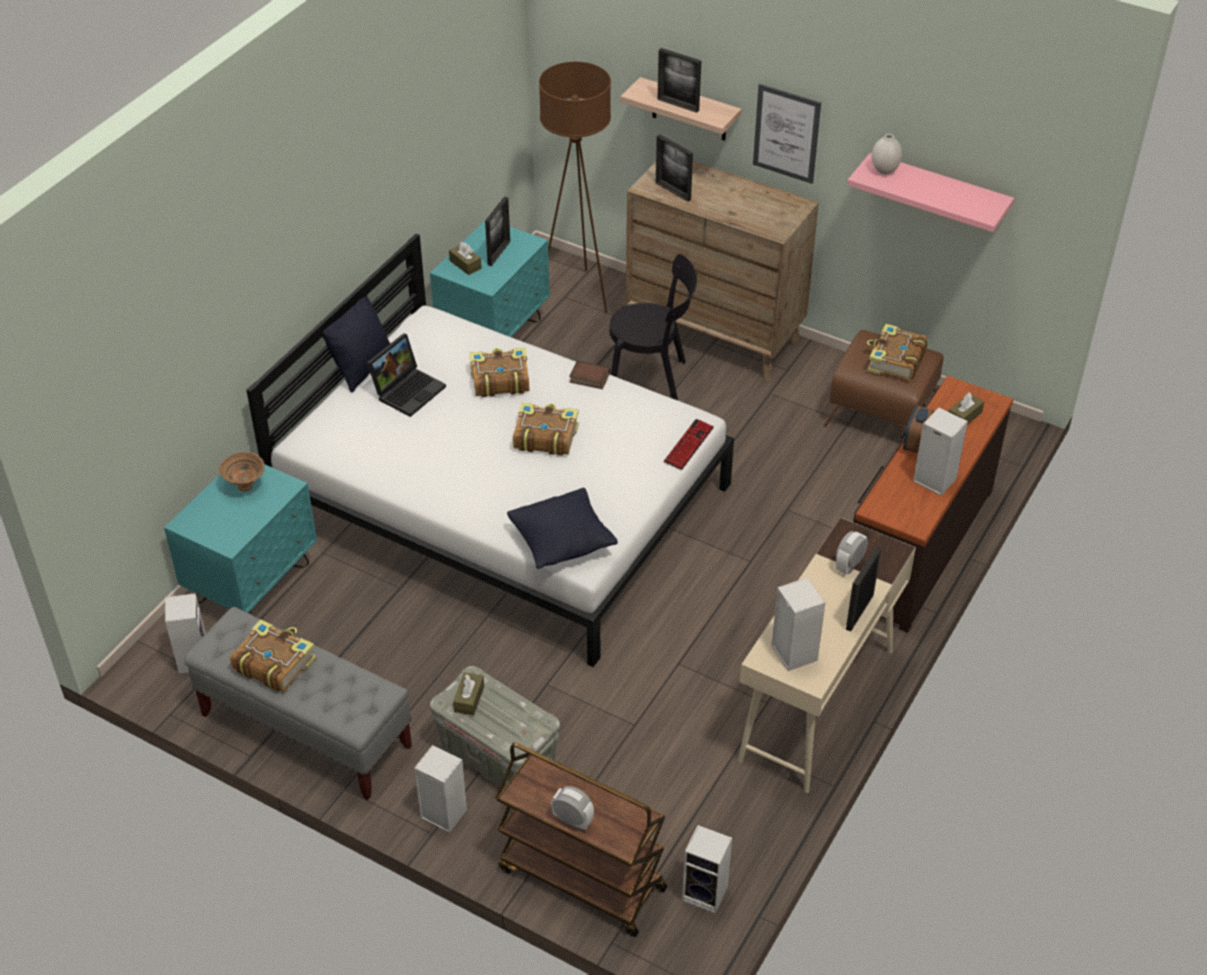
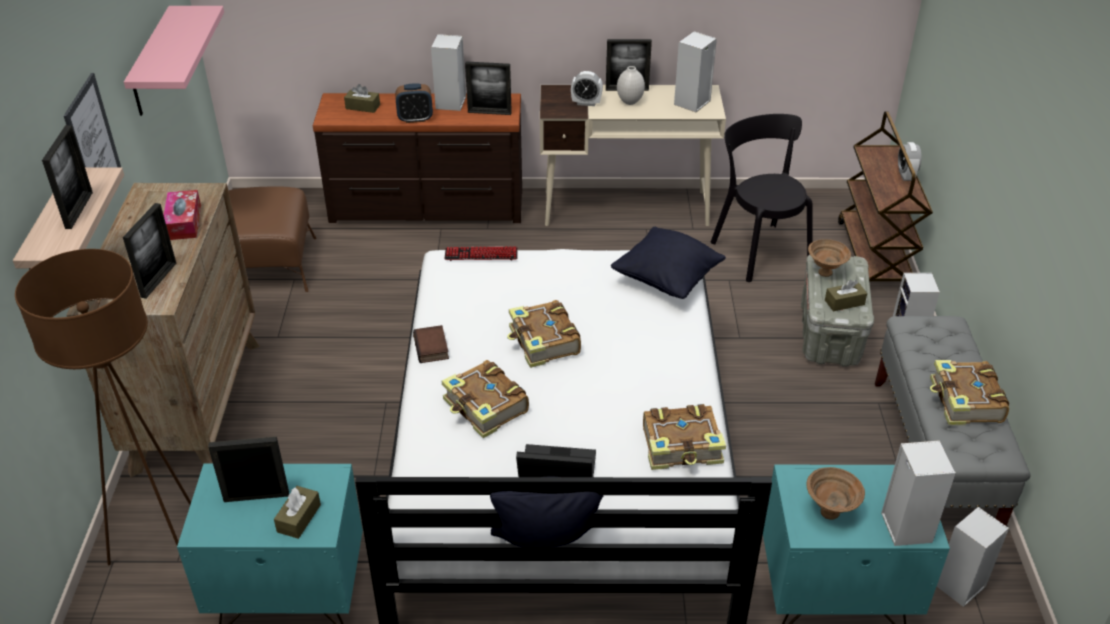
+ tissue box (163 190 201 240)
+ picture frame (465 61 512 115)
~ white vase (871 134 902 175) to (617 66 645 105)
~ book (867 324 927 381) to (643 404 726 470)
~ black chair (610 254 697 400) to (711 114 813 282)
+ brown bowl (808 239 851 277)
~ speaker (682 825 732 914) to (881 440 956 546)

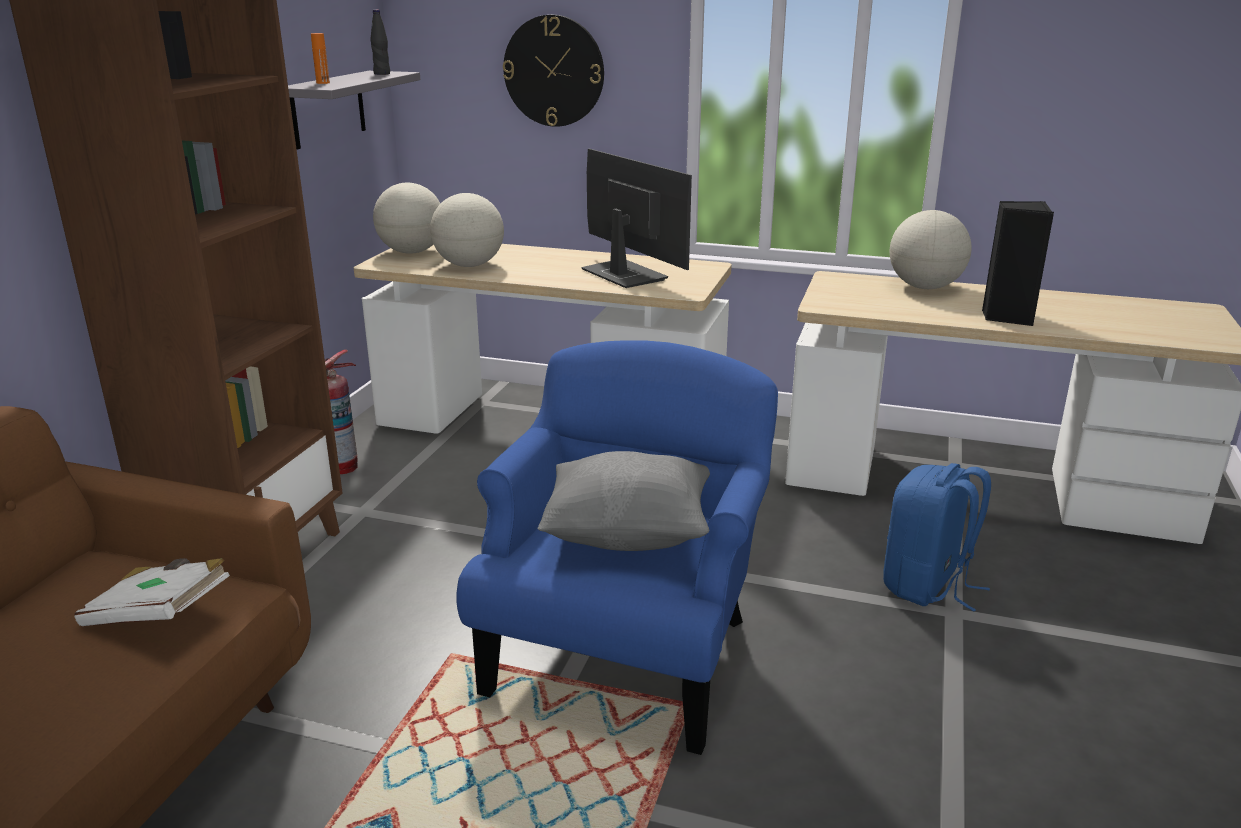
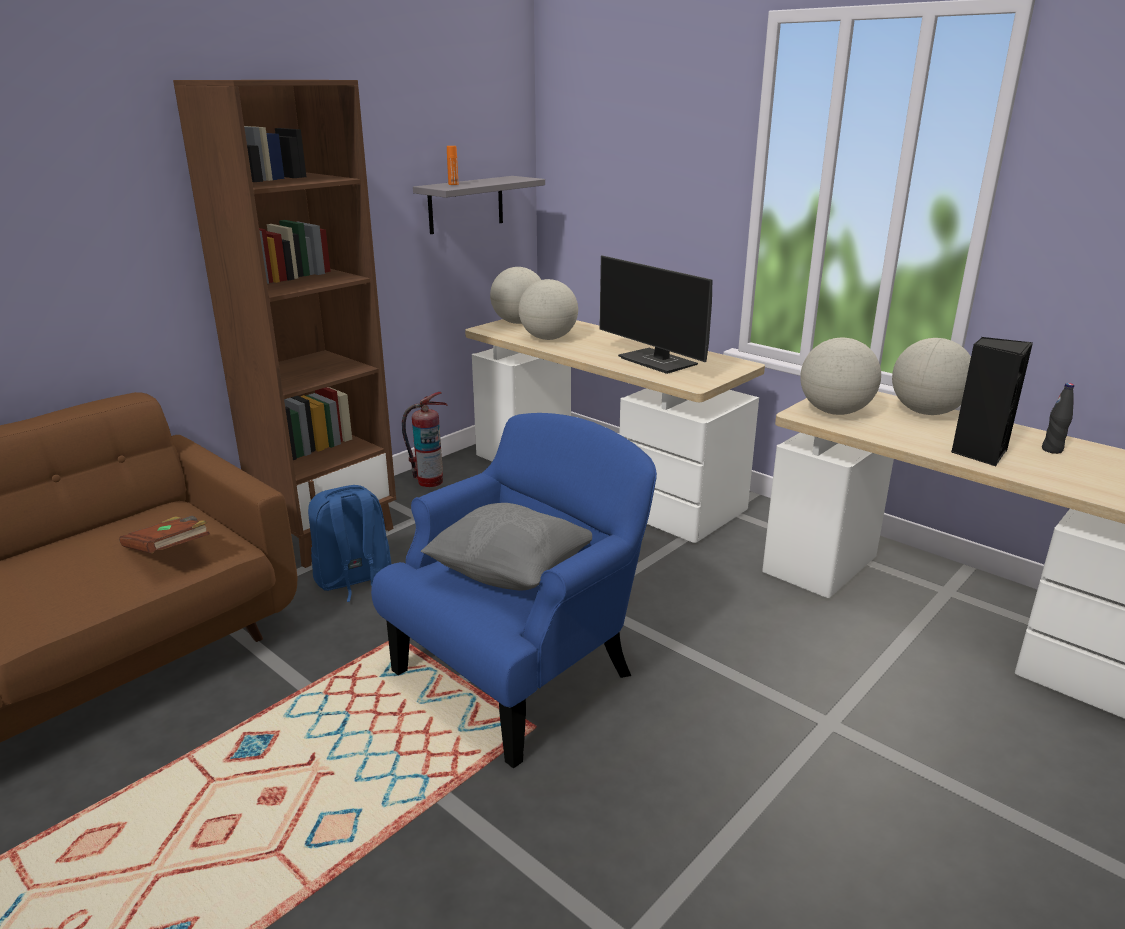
~ white book (74 558 230 626) to brown book (119 516 210 553)
~ blue backpack (883 463 991 612) to (308 485 391 602)
~ monitor (581 149 692 288) = (599 256 712 374) 150 degrees clockwise
+ globe (800 338 881 415)
~ black bottle (370 10 390 75) to (1042 383 1074 454)
- wall clock (503 15 604 127)

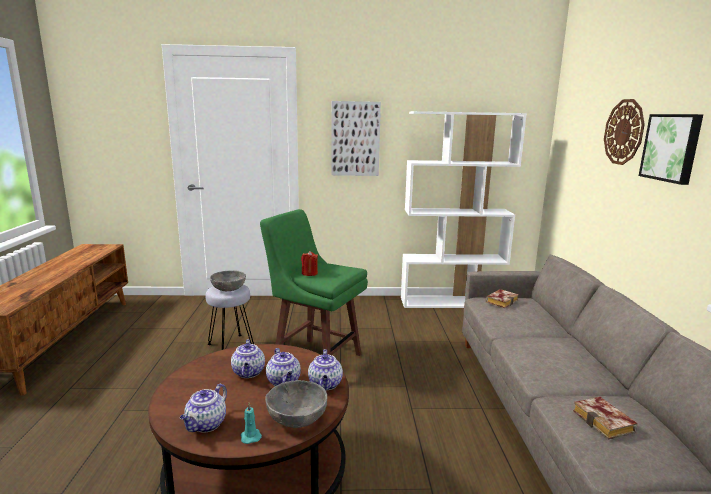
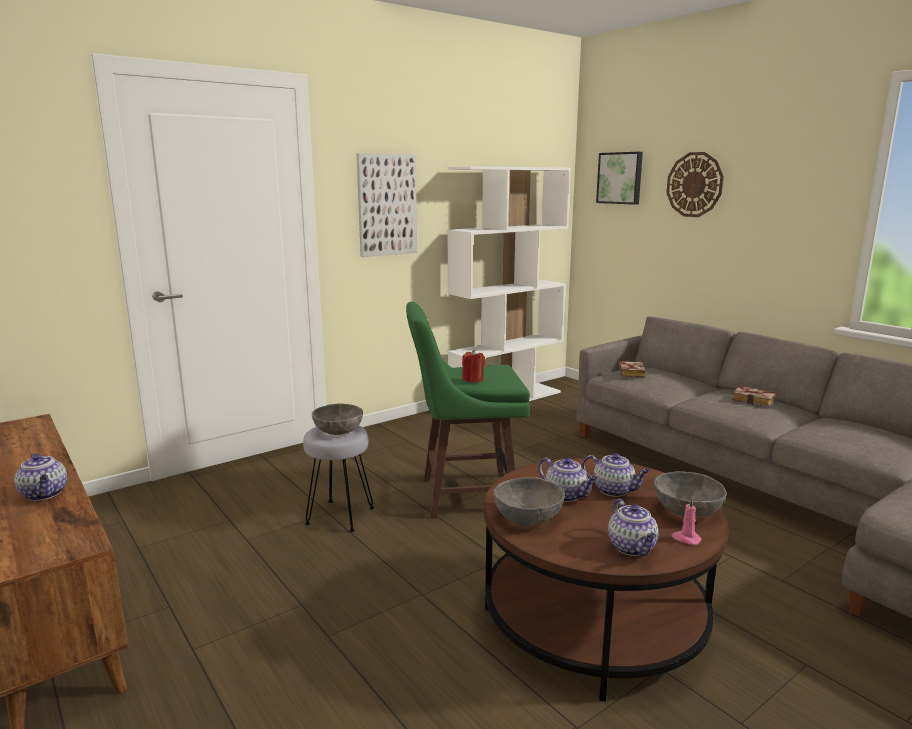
~ teapot (308 349 343 391) to (14 453 67 501)
+ grey bowl (493 477 565 525)
~ picture (639 114 703 185) to (596 152 643 205)
~ turquoise candle (241 403 262 444) to pink candle (672 498 701 545)
~ book (573 397 638 440) to (732 386 776 407)

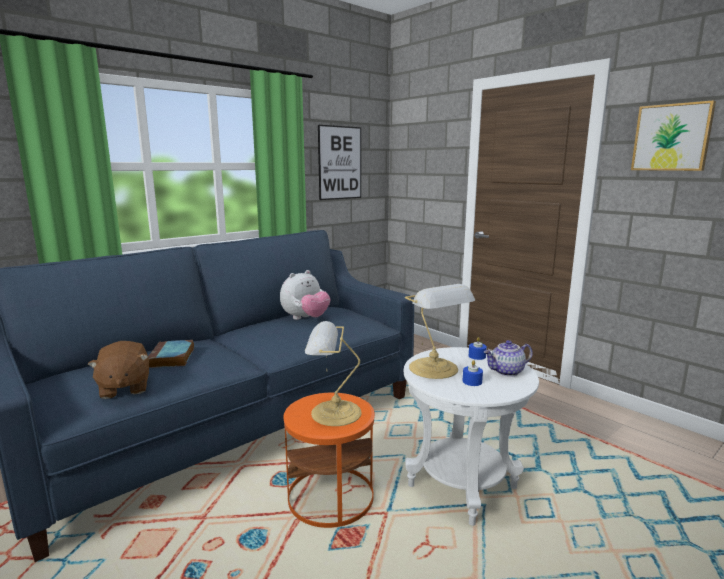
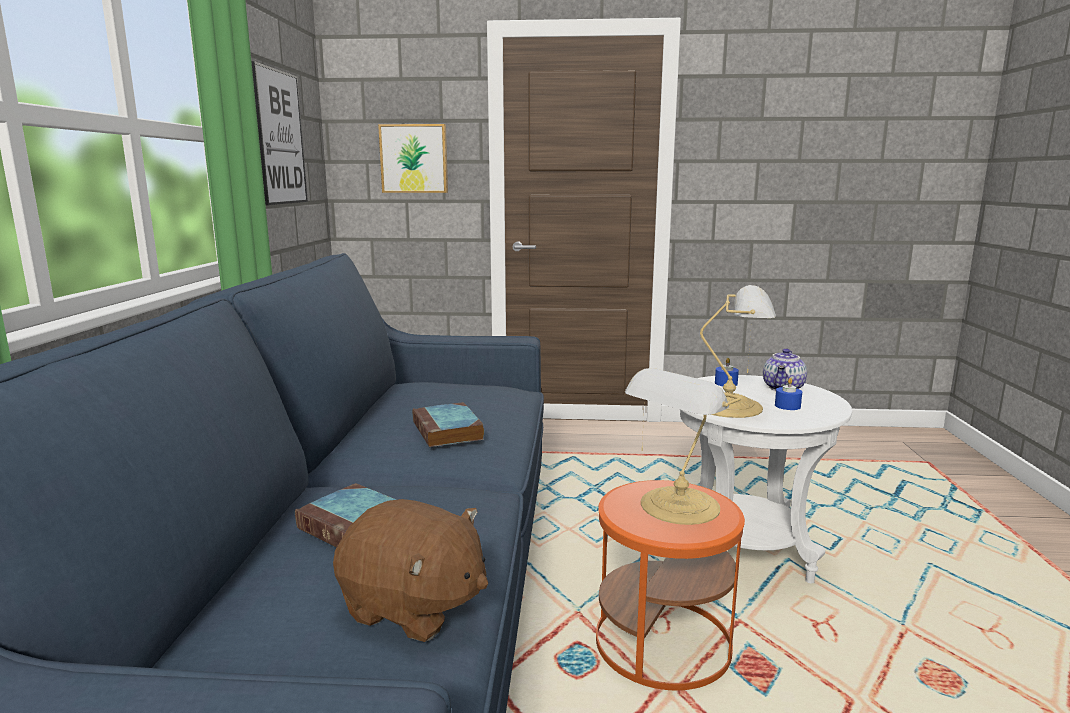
~ picture (631 100 716 171) to (378 124 448 193)
+ book (412 402 484 447)
- plush toy (280 270 330 320)

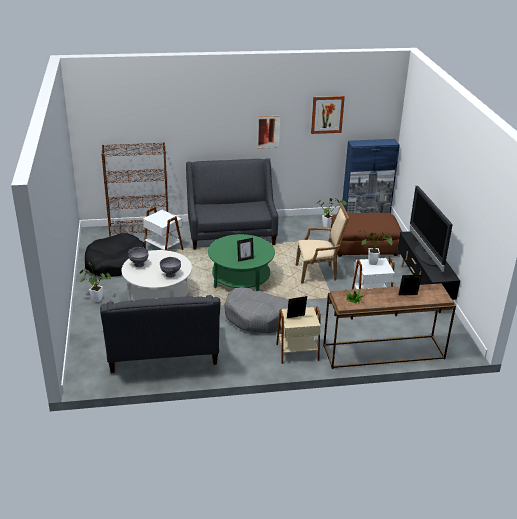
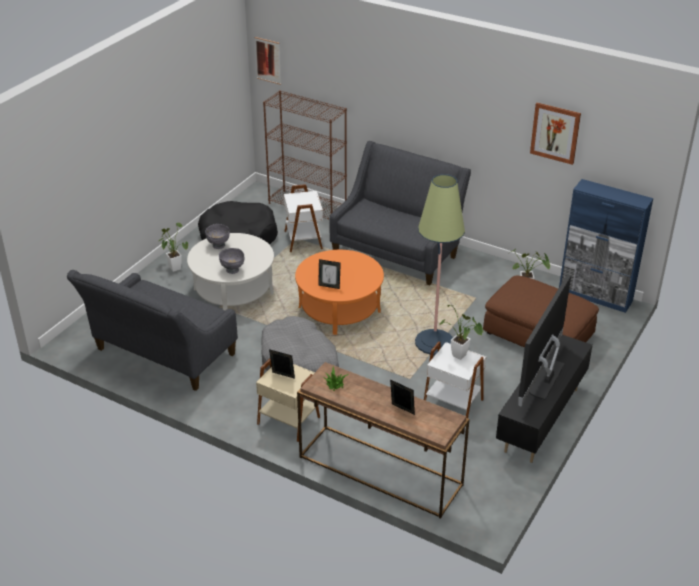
~ picture (257 116 280 149) to (255 37 281 85)
~ green coffee table (208 234 275 291) to orange coffee table (295 250 384 335)
~ beige armchair (296 204 349 284) to floor lamp (415 174 465 356)

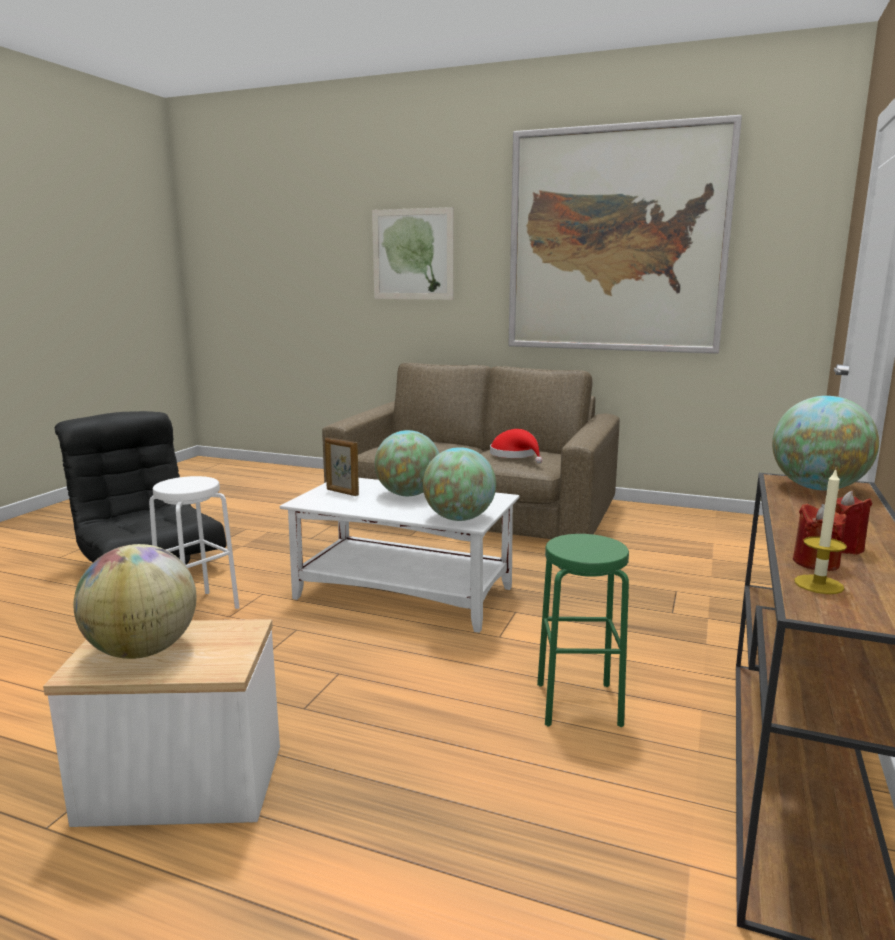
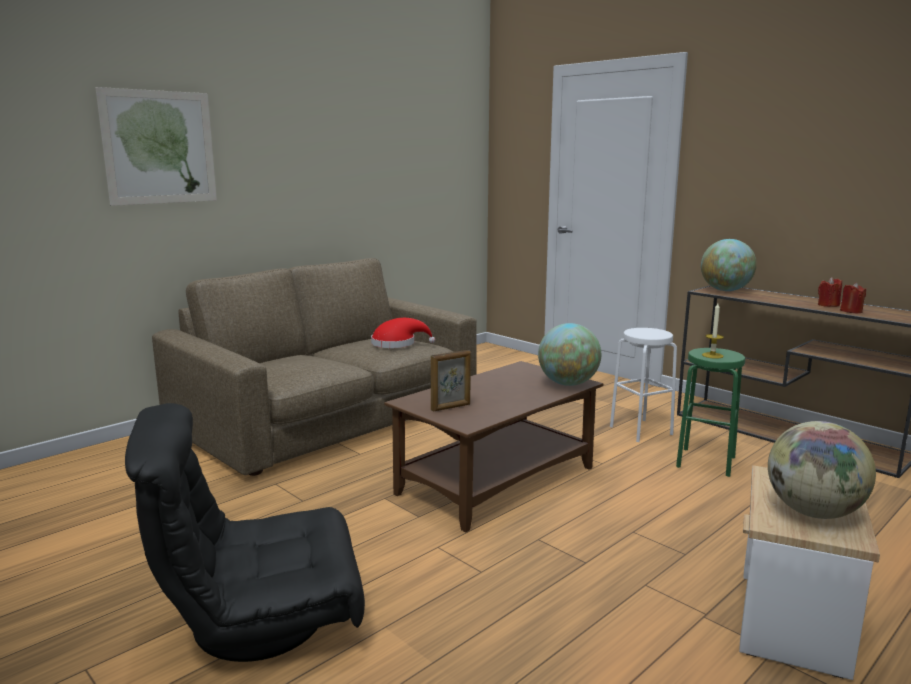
~ white coffee table (280 478 519 633) to brown coffee table (384 361 603 532)
~ white stool (149 476 239 609) to (610 328 677 442)
~ candle (794 468 847 594) to (702 303 724 359)
- globe (375 430 439 496)
- picture (508 115 742 354)

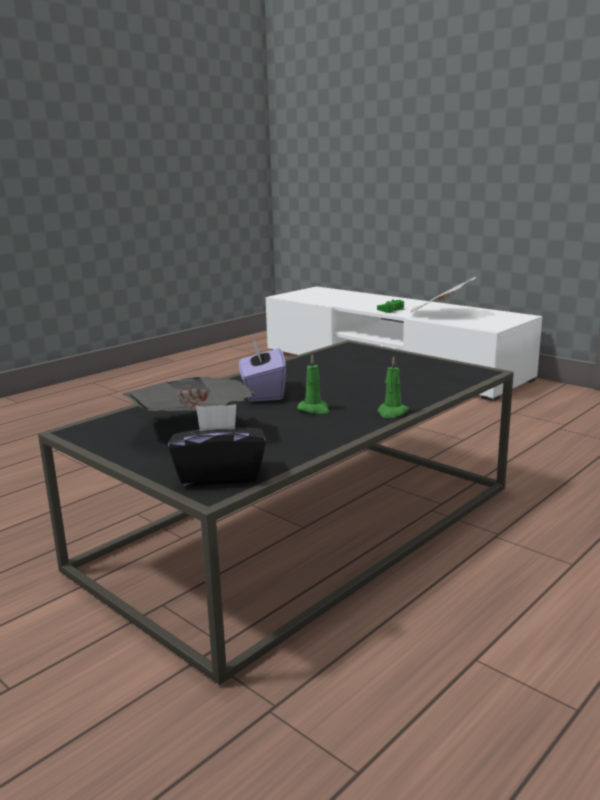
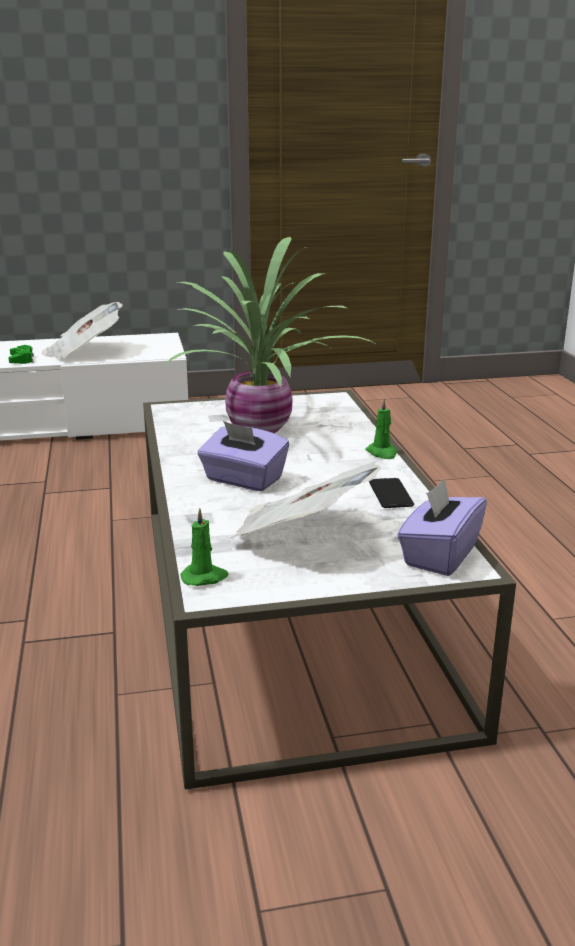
~ black coffee table (38 340 514 685) to white coffee table (143 390 516 790)
+ potted plant (165 237 377 433)
~ green candle (297 354 330 414) to (180 508 229 586)
+ phone (369 478 414 508)
~ black tissue box (168 404 266 486) to purple tissue box (397 478 487 576)

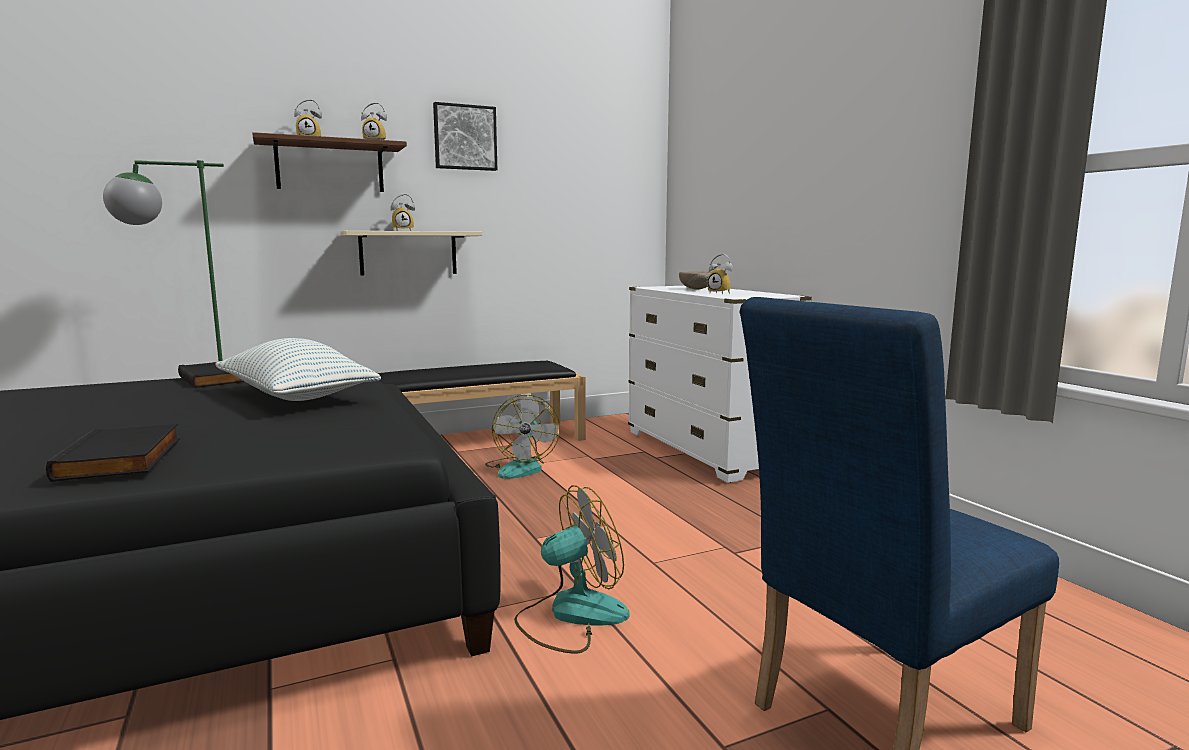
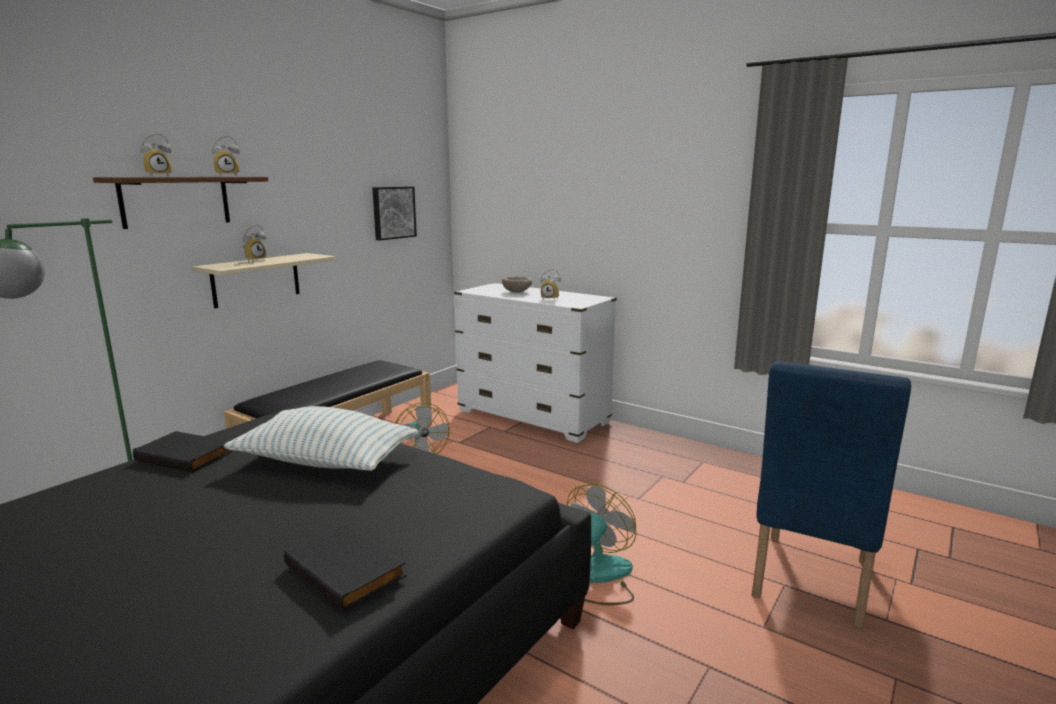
~ picture (433 102 497 171) to (372 186 417 240)

